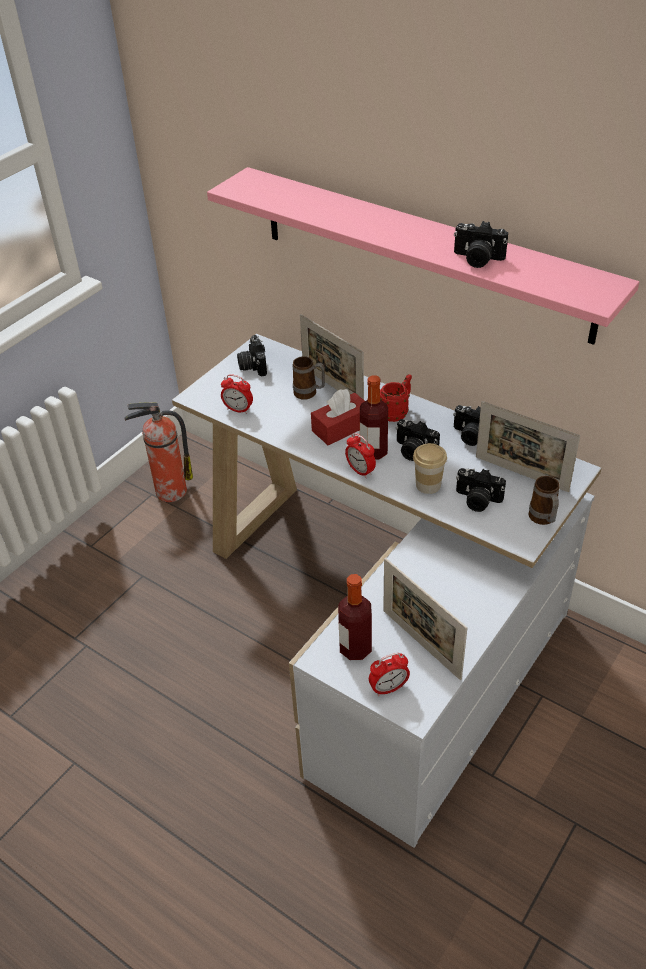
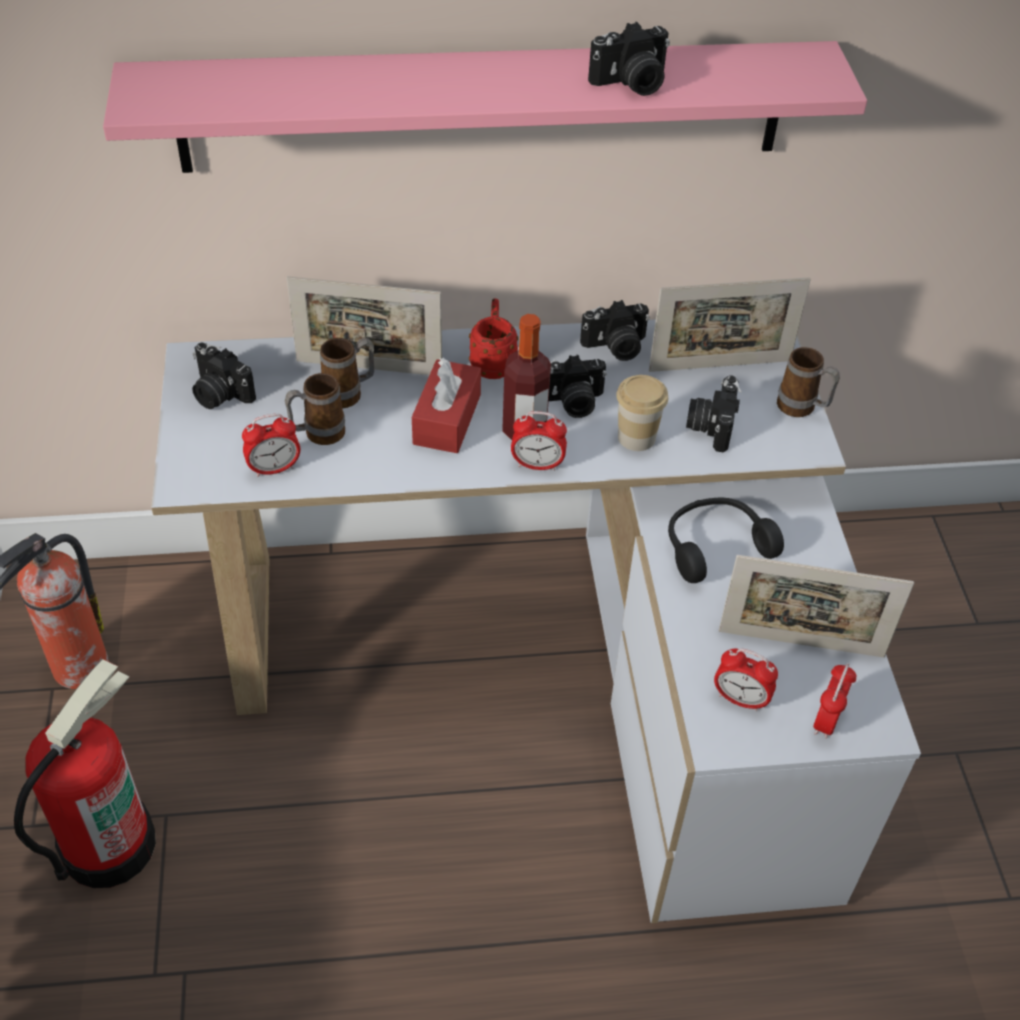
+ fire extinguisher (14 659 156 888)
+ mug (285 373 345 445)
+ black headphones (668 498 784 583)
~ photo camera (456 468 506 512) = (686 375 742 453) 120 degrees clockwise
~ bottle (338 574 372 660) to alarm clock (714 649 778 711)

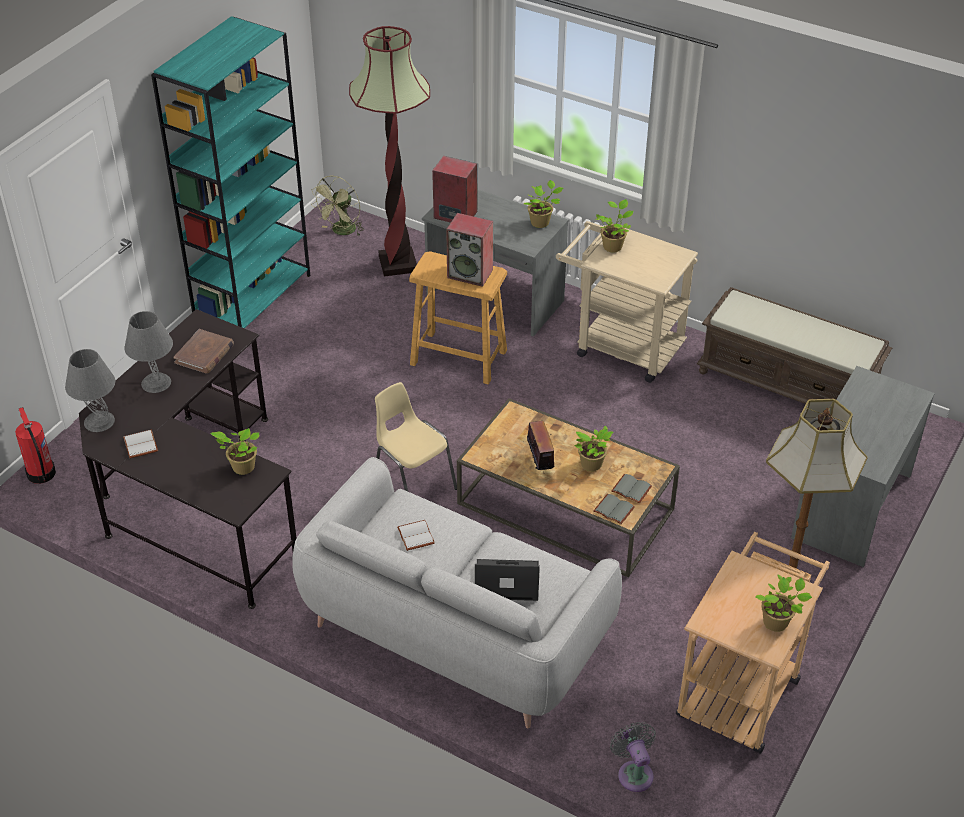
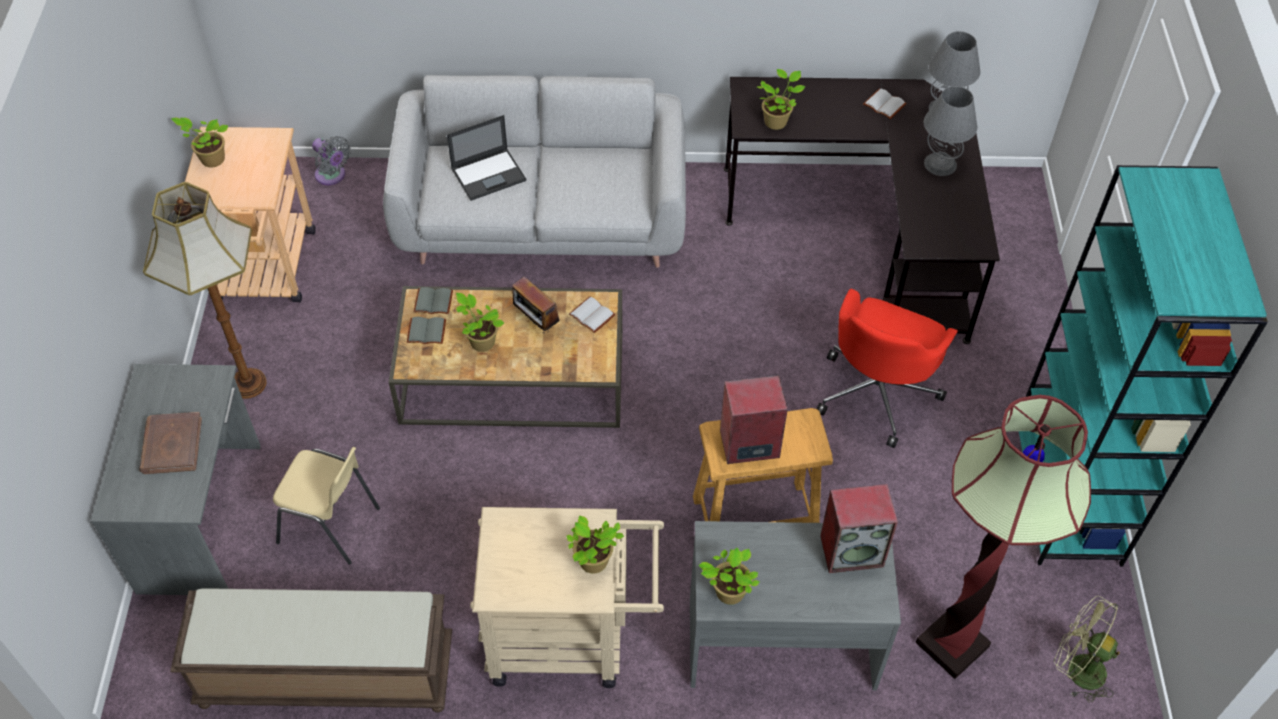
~ brown book (174 329 234 374) to (139 412 202 474)
~ beige chair (375 382 457 491) to (273 447 380 565)
~ white book (397 520 435 551) to (569 296 616 333)
+ red office chair (816 289 958 448)
~ green fan (311 176 364 236) = (1054 596 1120 703) 60 degrees counterclockwise
- fire extinguisher (15 407 56 484)

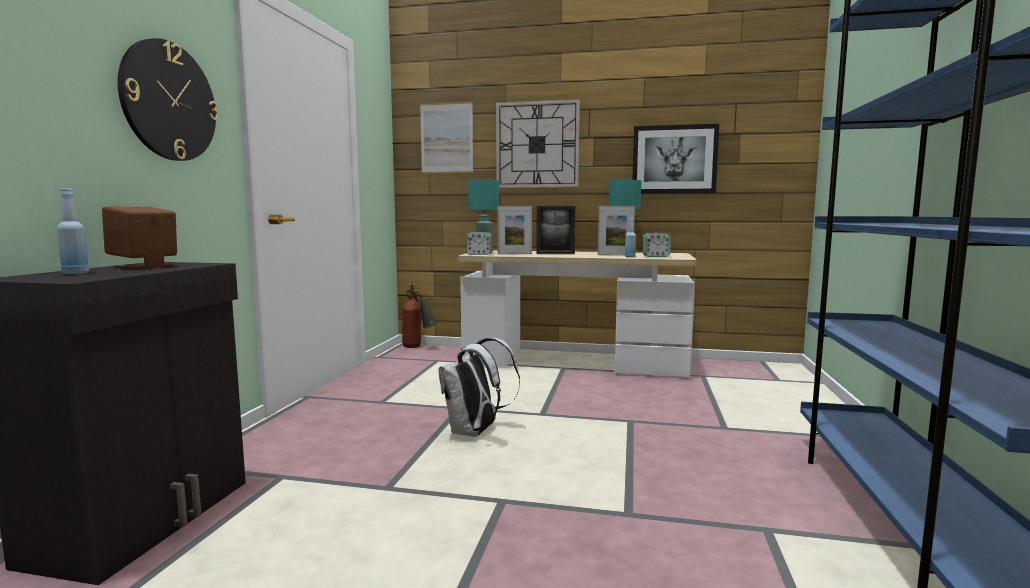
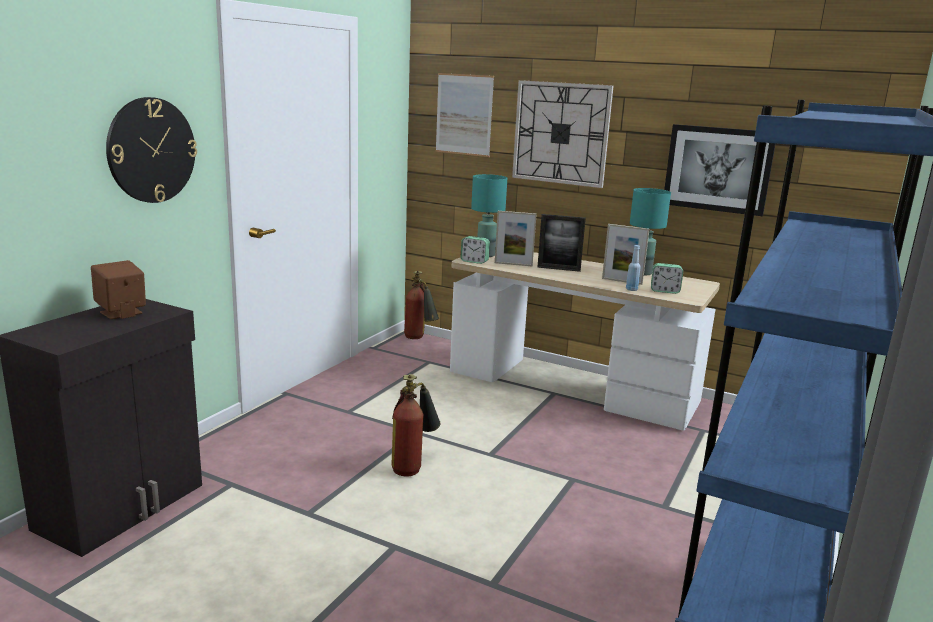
~ white backpack (438 337 520 437) to fire extinguisher (391 374 441 477)
- blue bottle (57 188 89 274)

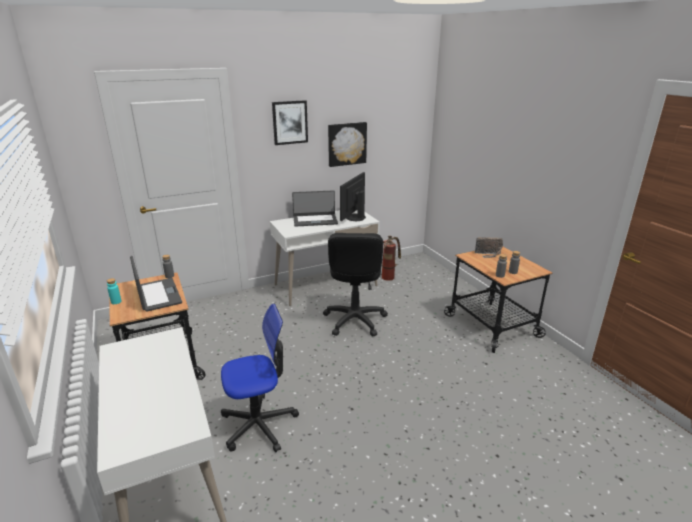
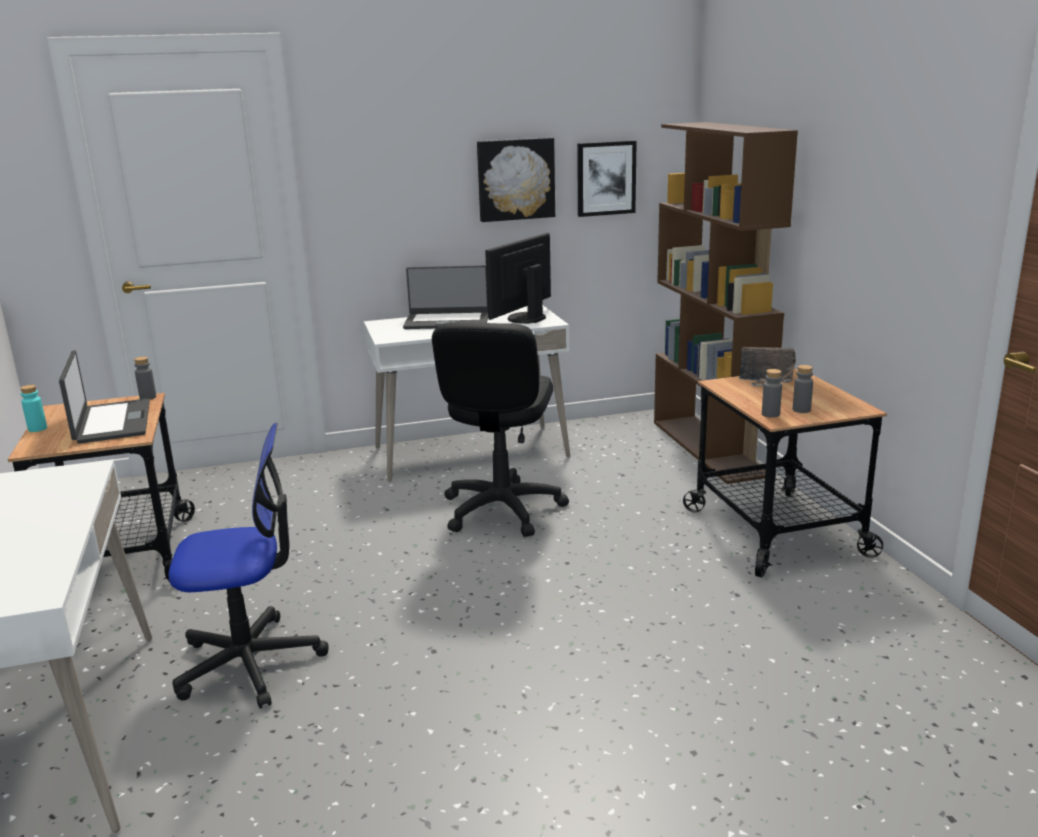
~ picture (272 100 308 145) to (577 140 637 217)
+ brown bookcase (654 122 798 484)
- fire extinguisher (382 235 401 281)

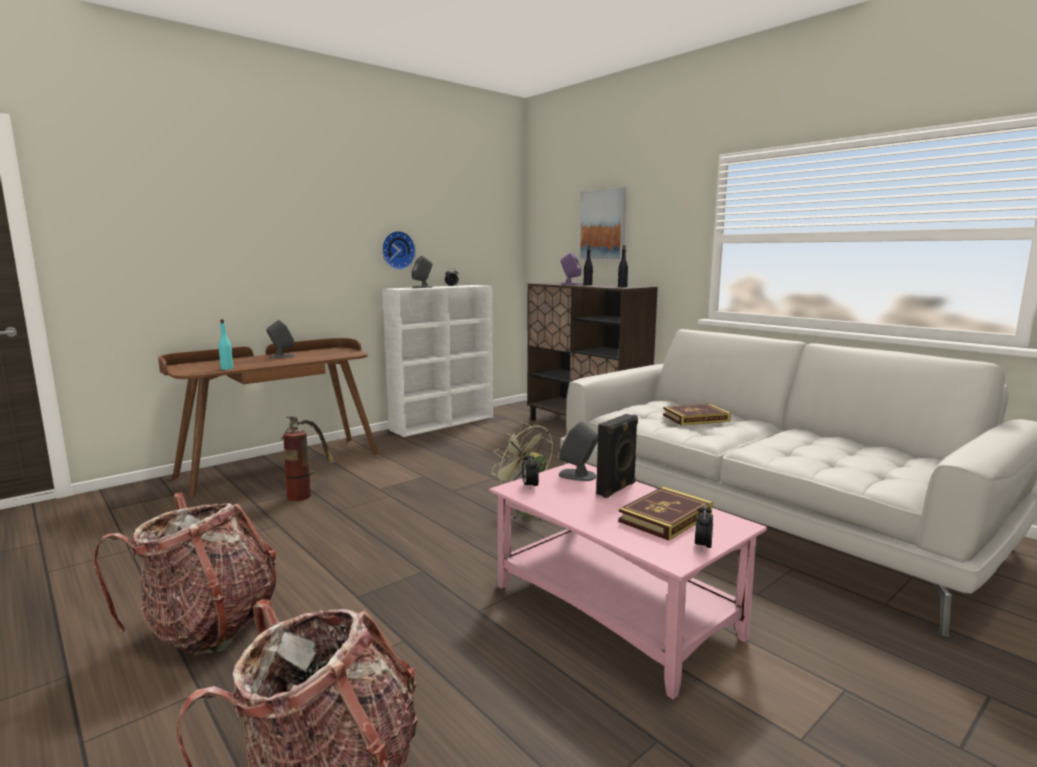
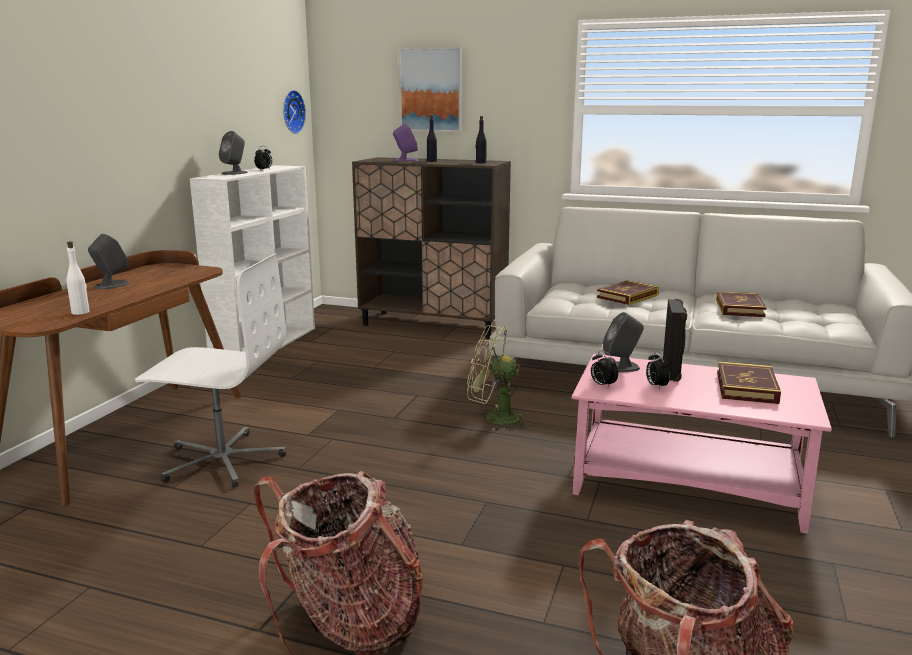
~ turquoise bottle (218 319 233 370) to white bottle (66 241 90 315)
~ fire extinguisher (280 416 334 501) to white office chair (135 254 286 488)
~ wall clock (382 231 416 270) to (283 90 306 134)
~ alarm clock (695 503 713 550) to (646 351 670 389)
+ book (716 291 767 317)

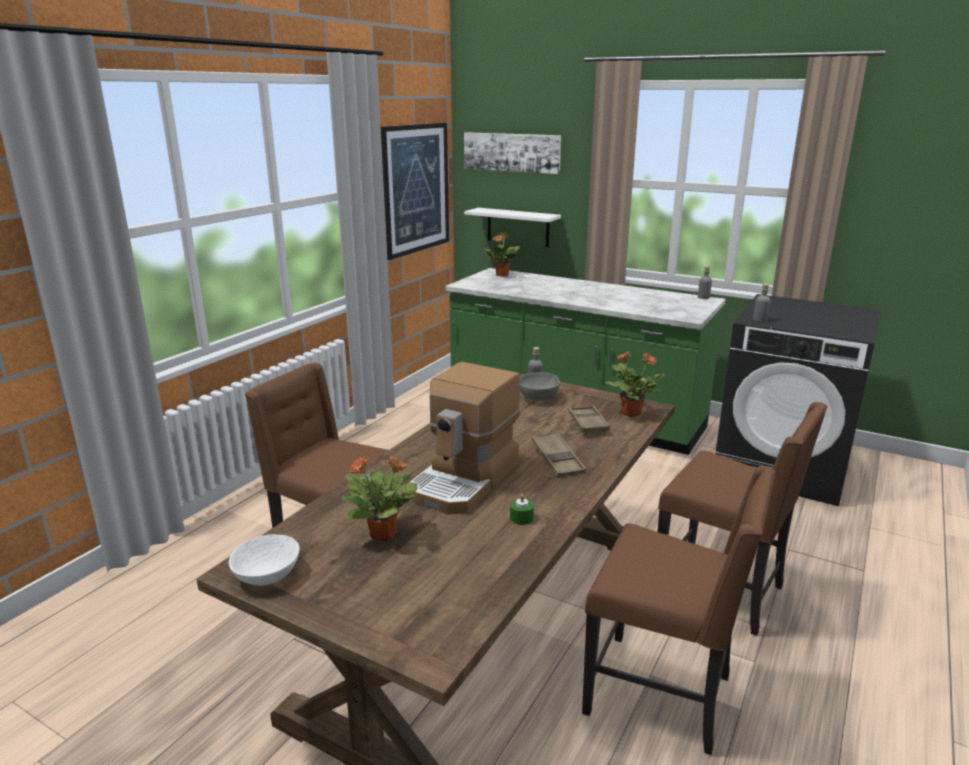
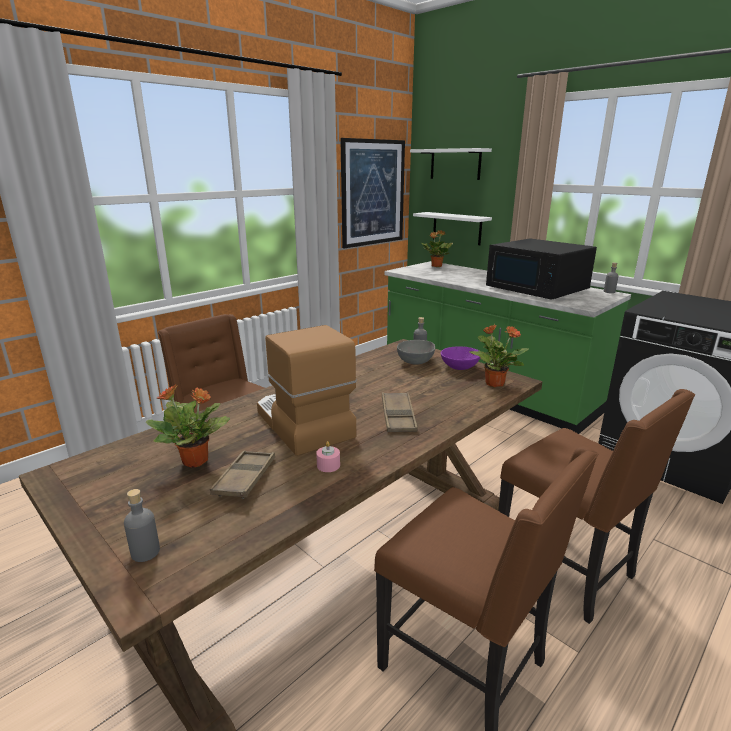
~ grey bottle (753 284 771 322) to (124 489 160 562)
~ brown tray (568 406 610 434) to (210 450 275 499)
~ coffee machine (408 362 520 515) = (257 325 357 456) 105 degrees clockwise
~ green candle (510 494 534 525) to pink candle (316 441 340 472)
~ picture (464 132 561 174) to white shelf (410 148 492 180)
+ purple bowl (441 346 480 370)
+ black microwave (486 239 597 300)
- white bowl (229 534 300 586)

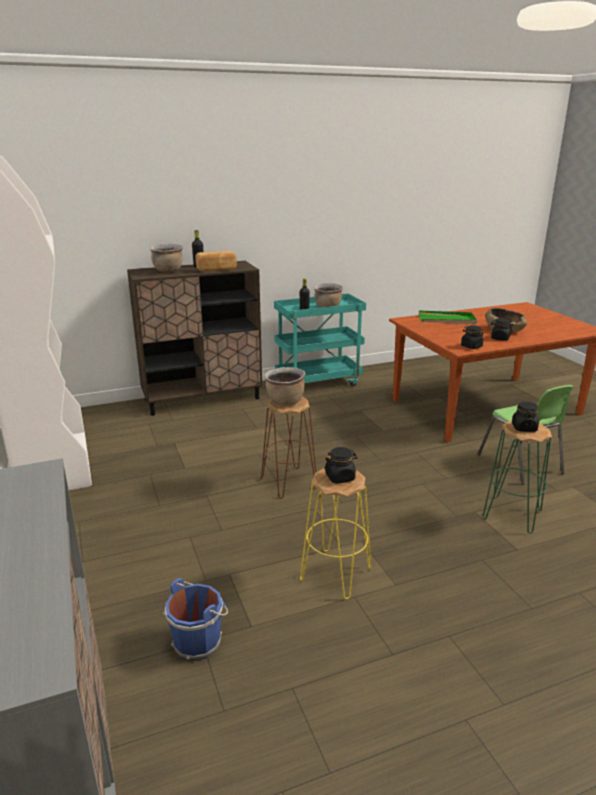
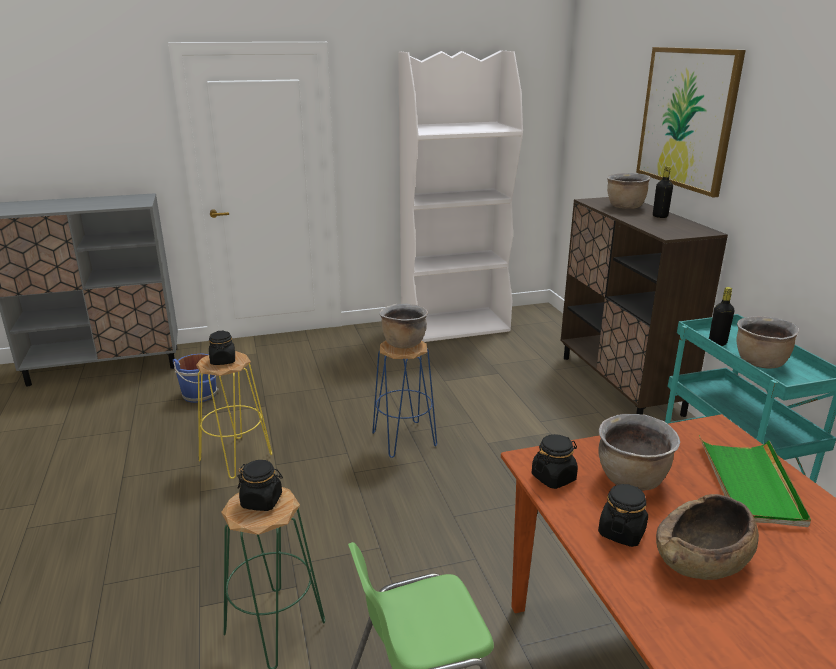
~ brown stool (261 397 316 498) to blue stool (372 340 437 458)
+ brown cooking pot (598 414 680 491)
+ picture (636 47 746 197)
- bread (195 251 237 271)

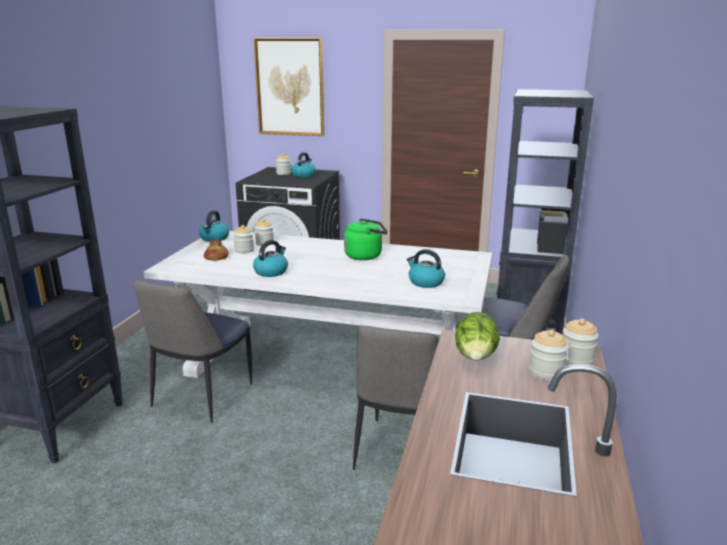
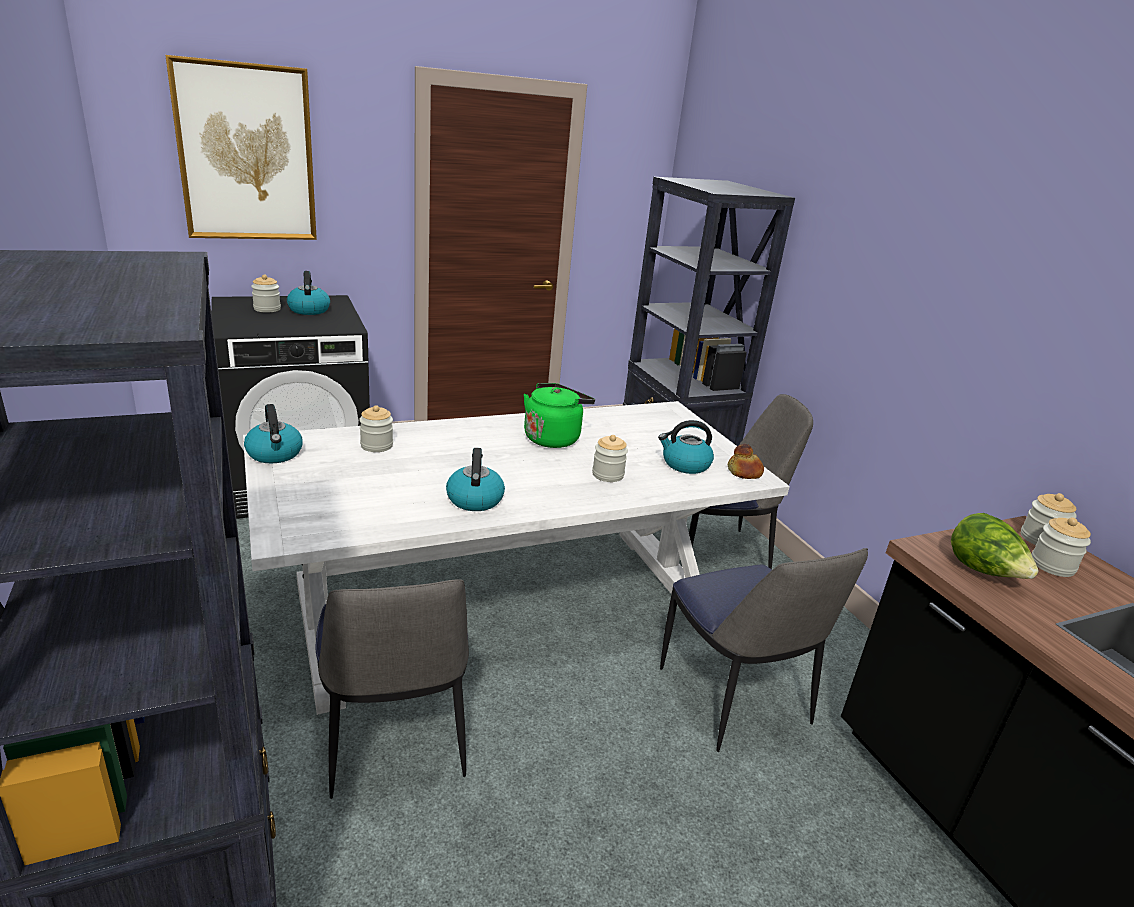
~ jar (233 225 254 253) to (592 435 628 482)
~ bread (204 239 229 261) to (728 444 764 479)

